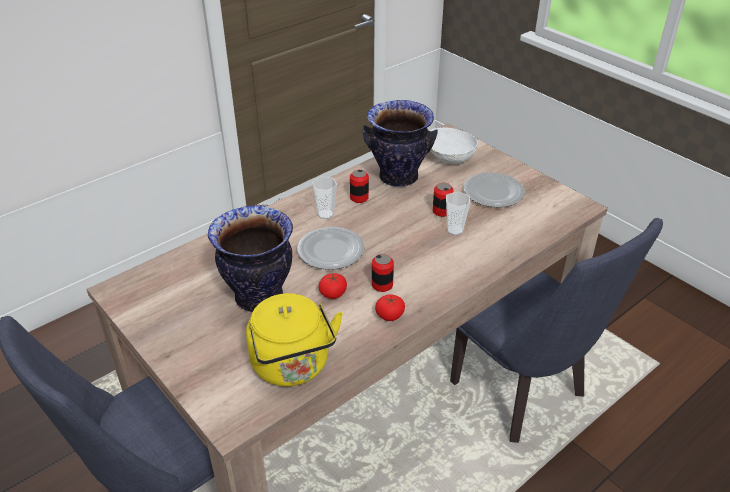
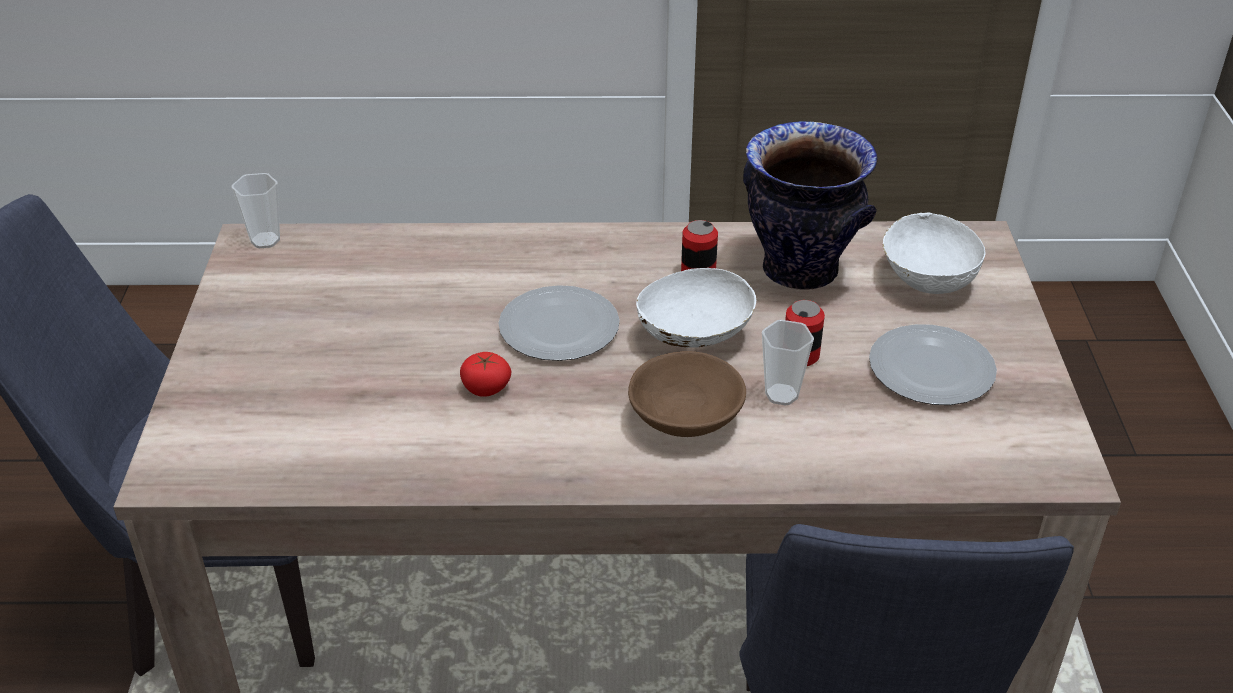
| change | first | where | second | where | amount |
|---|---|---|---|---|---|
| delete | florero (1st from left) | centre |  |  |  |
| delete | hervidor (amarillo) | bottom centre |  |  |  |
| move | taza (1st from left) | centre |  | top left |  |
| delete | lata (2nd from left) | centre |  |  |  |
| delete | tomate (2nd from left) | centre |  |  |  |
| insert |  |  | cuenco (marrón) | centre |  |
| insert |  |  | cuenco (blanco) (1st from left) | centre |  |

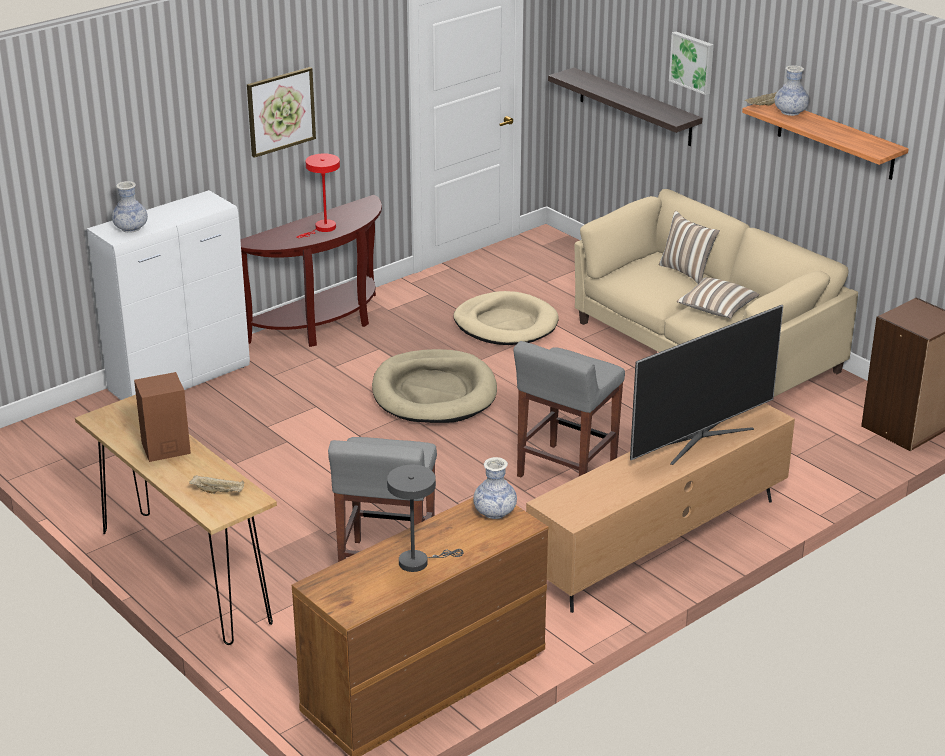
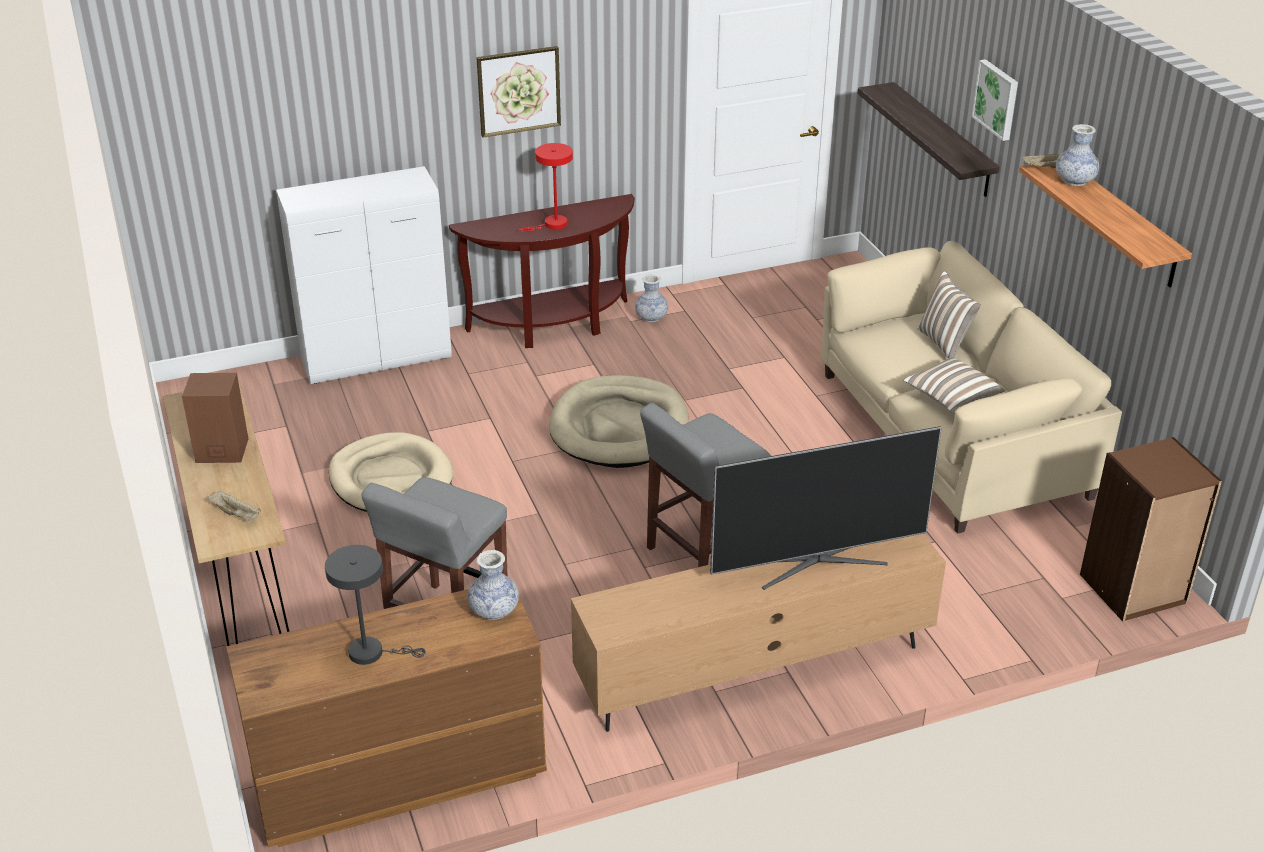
| change | first | where | second | where | amount |
|---|---|---|---|---|---|
| move | florero (1st from left in the first image) | top left | florero (2nd from left) | centre |  |
| move | cama para perro (beis) (2nd from left in the first image) | centre | cama para perro (beis) (1st from left) | middle left |  |

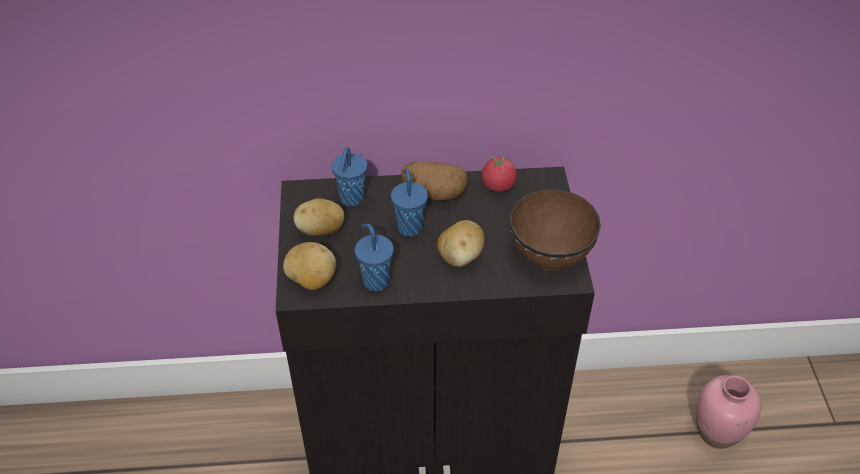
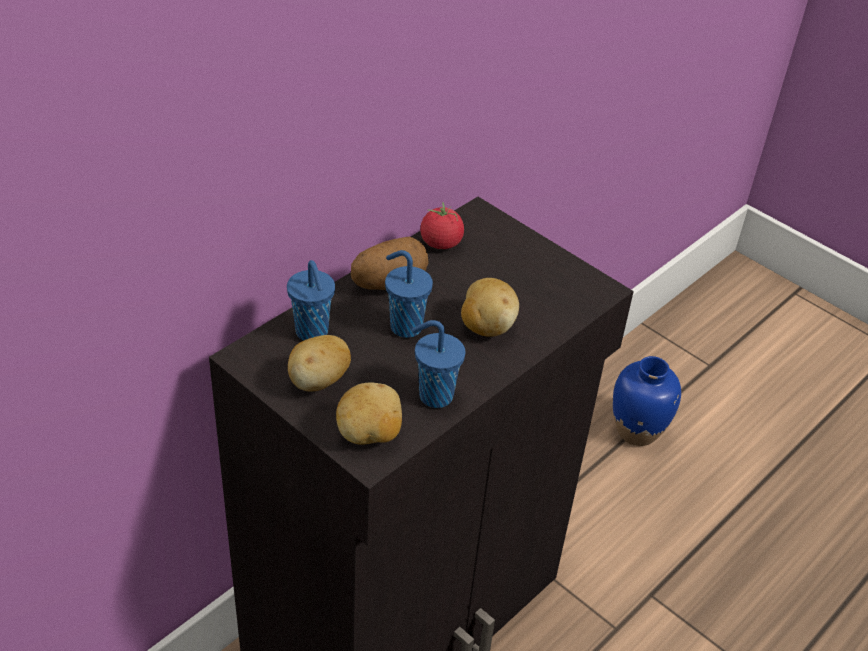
| change | first | where | second | where | amount |
|---|---|---|---|---|---|
| delete | cuenco (marrón) | centre |  |  |  |
| recolor | florero (rosa) | bottom right | florero (azul) | middle right |  |

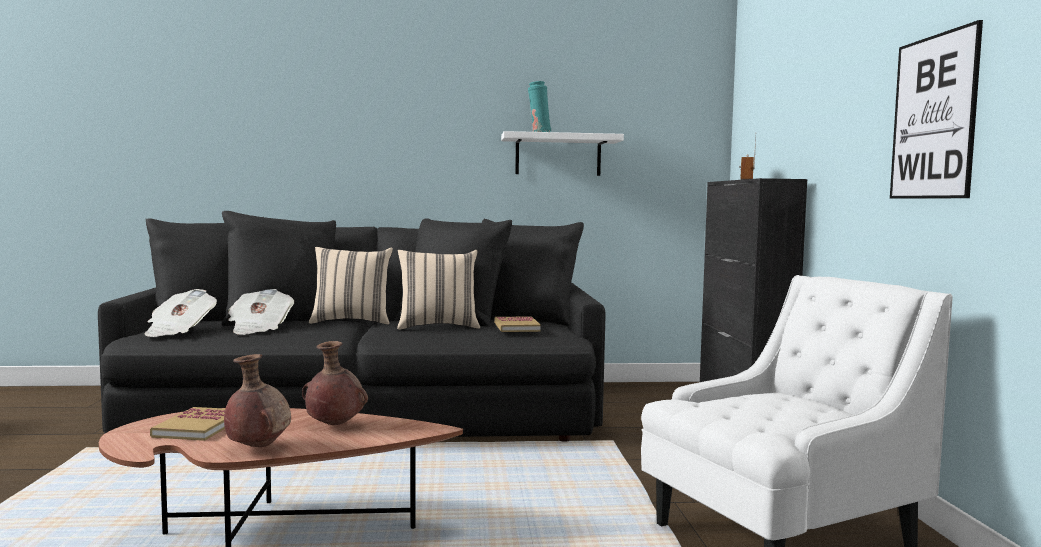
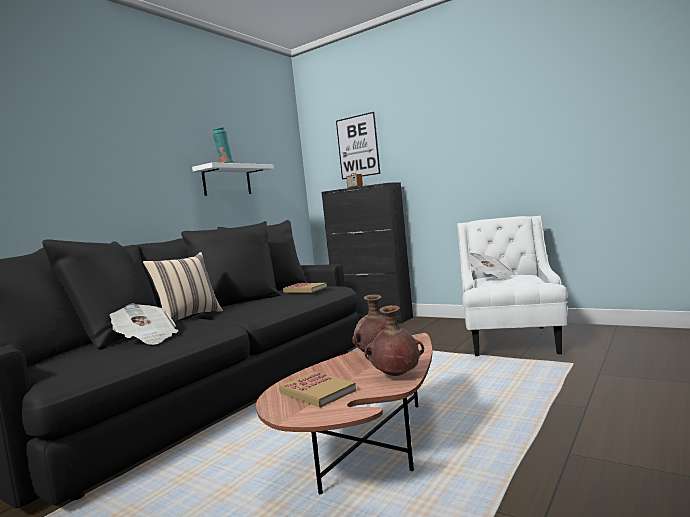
| change | first | where | second | where | amount |
|---|---|---|---|---|---|
| move | periódico (1st from left in the first image) | middle left | periódico (2nd from left) | middle right |  |
| delete | cojín (beis) (2nd from left) | centre |  |  |  |
| move | cuadro | top right |  | top centre |  |

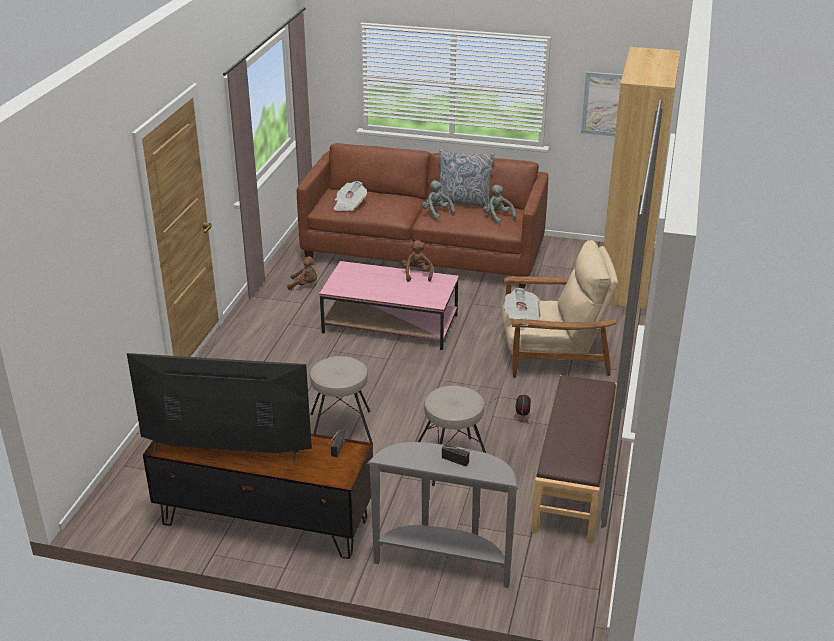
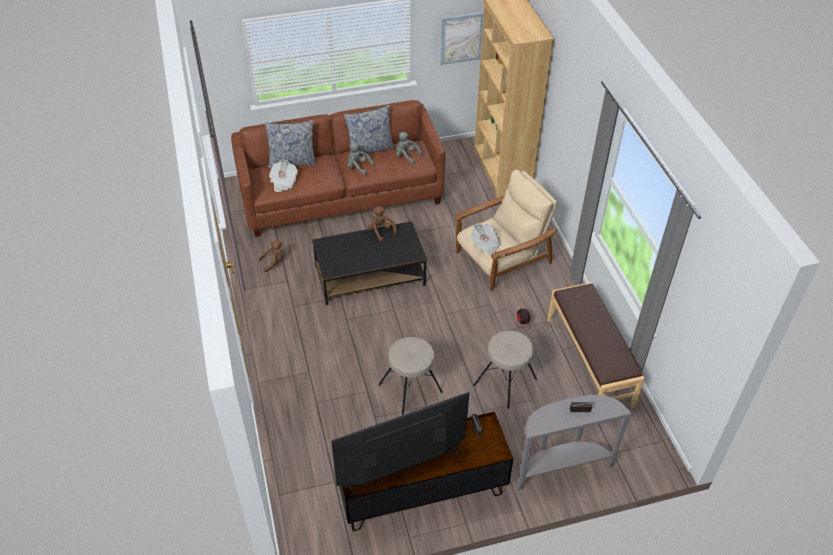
| change | first | where | second | where | amount |
|---|---|---|---|---|---|
| recolor | mesa de centro (rosa) | centre | mesa de centro (negro) | centre |  |
| insert |  |  | cojín (1st from left) | top centre |  |

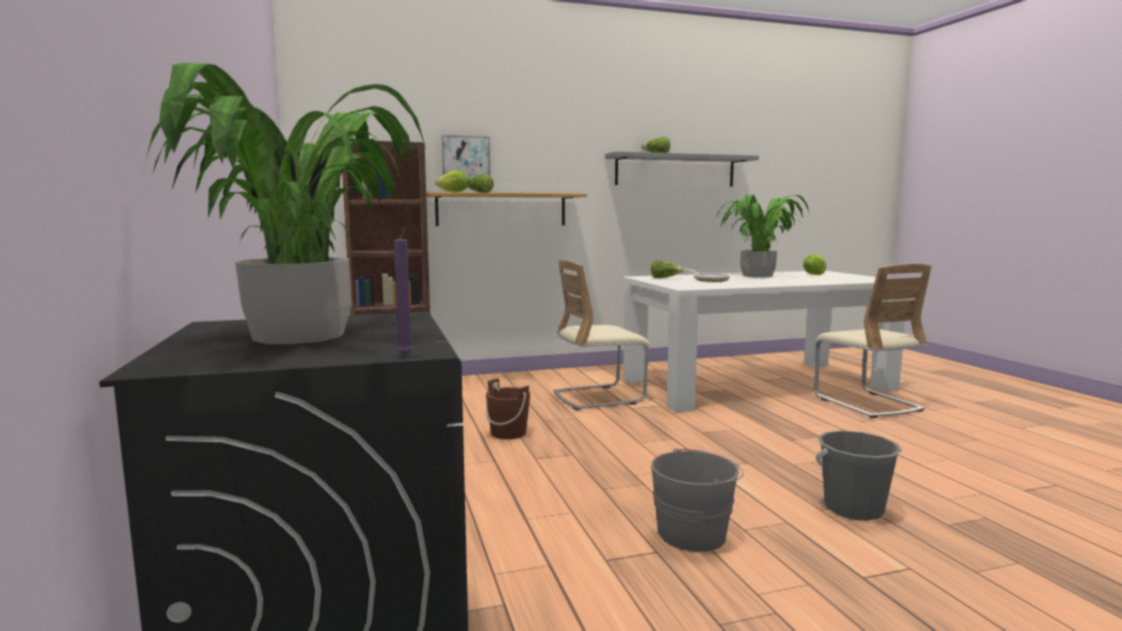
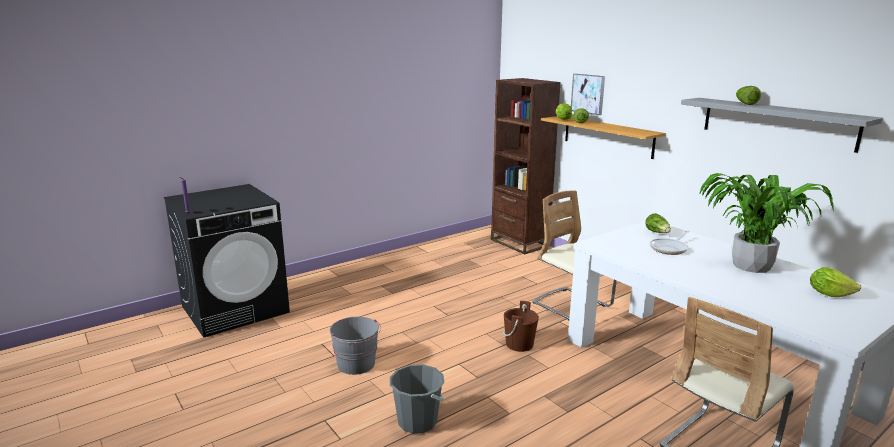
| change | first | where | second | where | amount |
|---|---|---|---|---|---|
| delete | planta en maceta (1st from left) | top left |  |  |  |
| move | cubo (marrón) | centre |  | bottom centre |  |

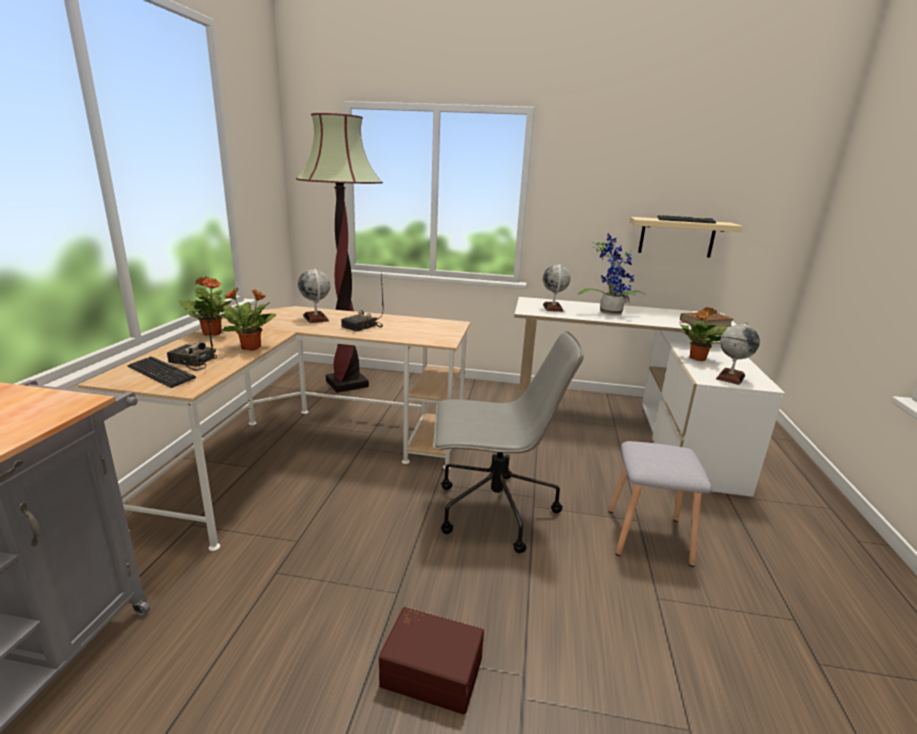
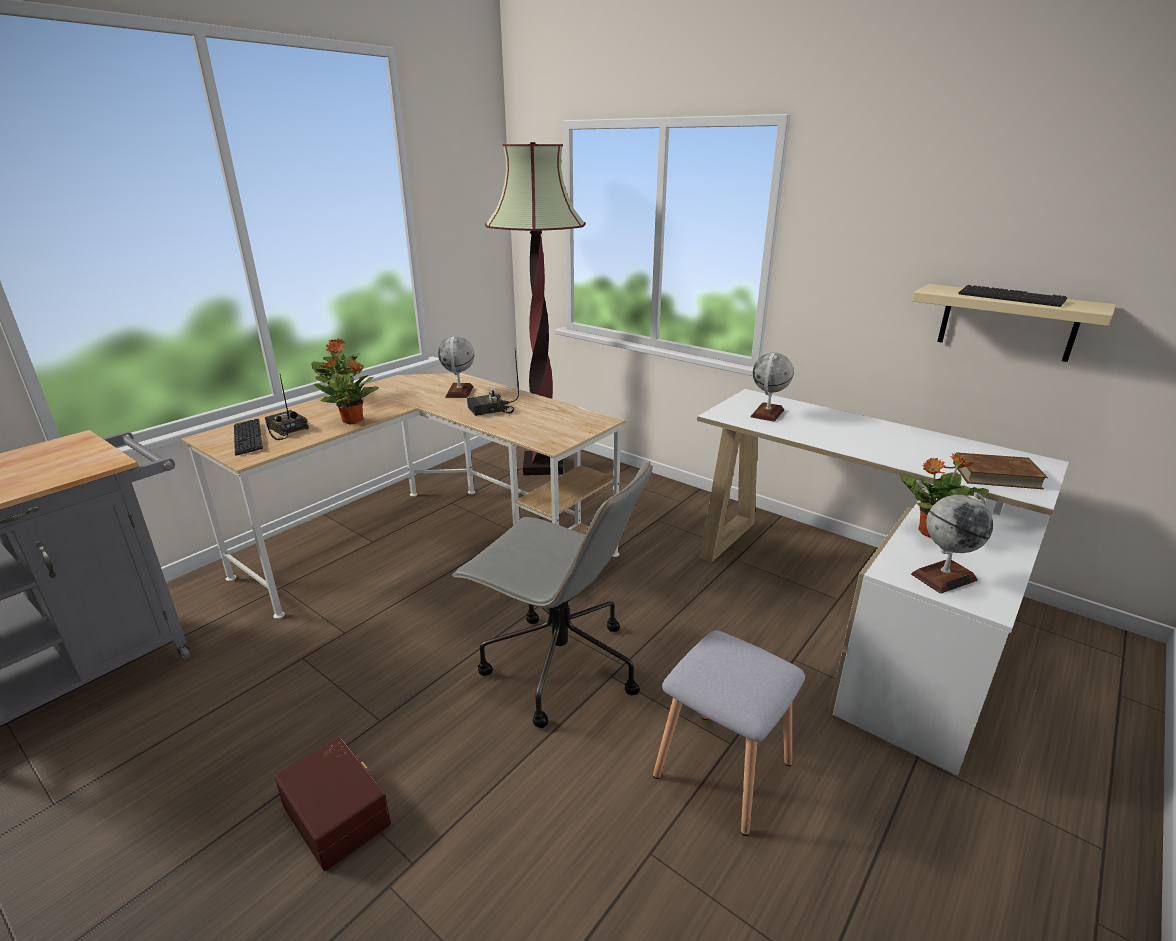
| change | first | where | second | where | amount |
|---|---|---|---|---|---|
| delete | planta en maceta (3rd from left) | middle right |  |  |  |

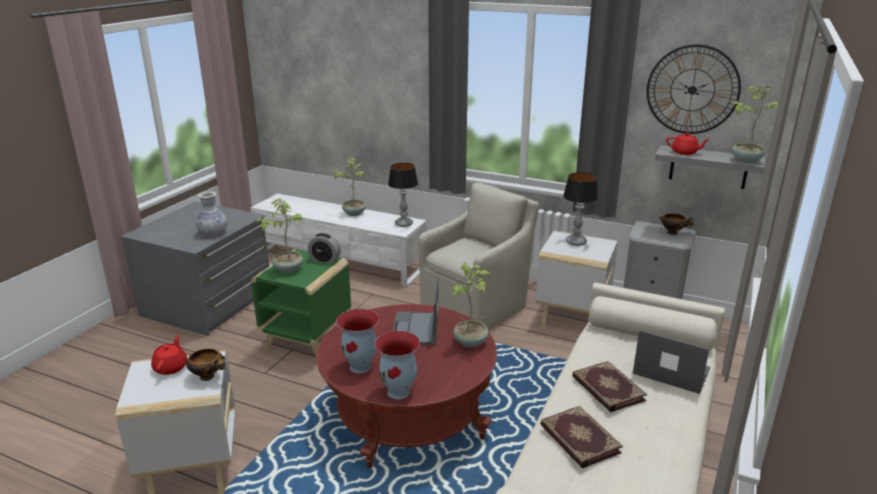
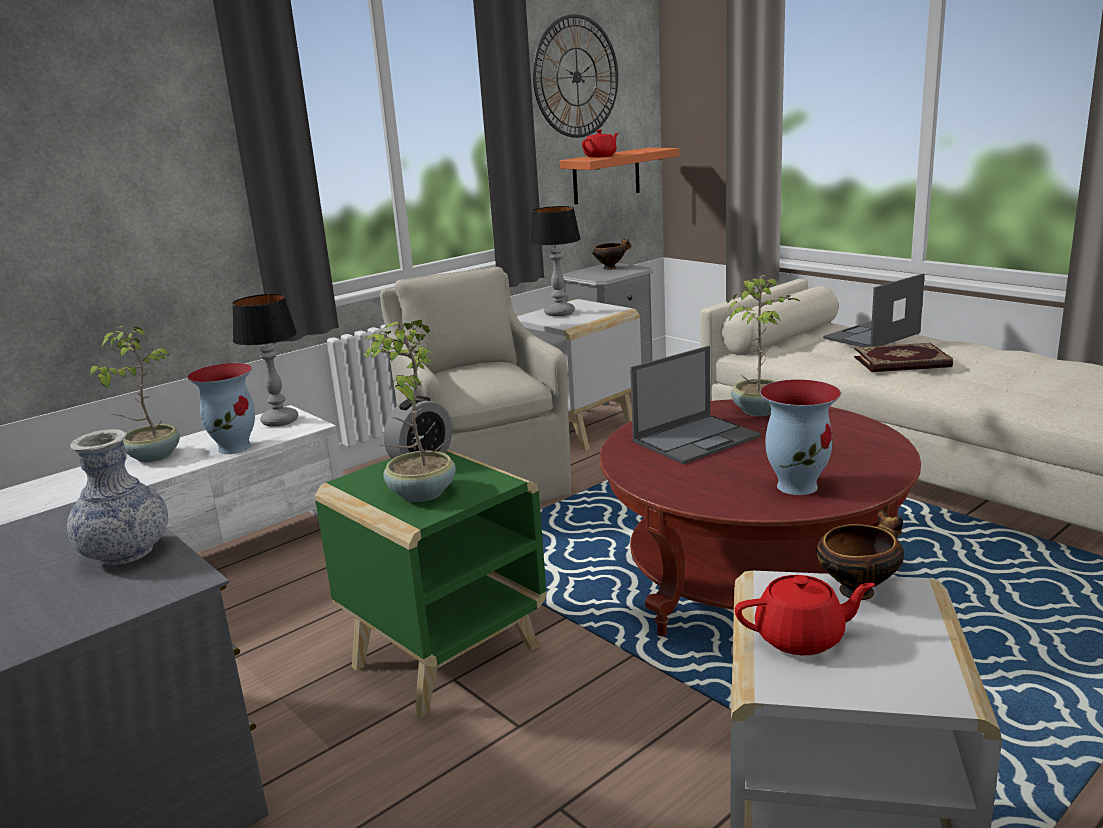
| change | first | where | second | where | amount |
|---|---|---|---|---|---|
| rotate | tetera (rojo) (1st from left in the first image) | bottom left | tetera (rojo) (2nd from left) | bottom right | 150 degrees clockwise |
| move | florero (3rd from left in the first image) | bottom centre | florero (2nd from left) | middle left |  |
| rotate | portátil (1st from left) | centre |  | centre | 60 degrees counterclockwise |
| delete | libro (1st from left) | bottom centre |  |  |  |
| recolor | estante (gris) | middle right | estante (naranja) | top centre |  |
| delete | planta en maceta (4th from left) | top right |  |  |  |

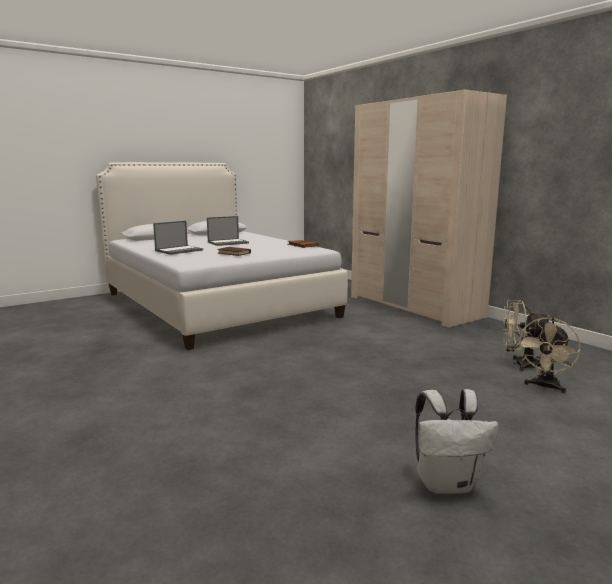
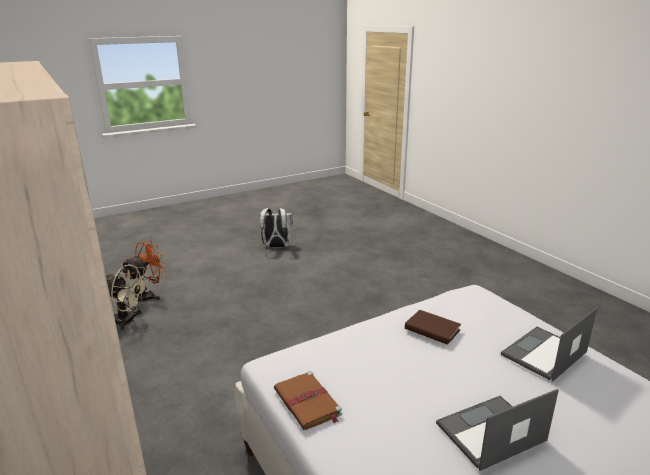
| change | first | where | second | where | amount |
|---|---|---|---|---|---|
| recolor | ventilador (beis) (2nd from left) | middle right | ventilador (naranja) | middle left |  |

